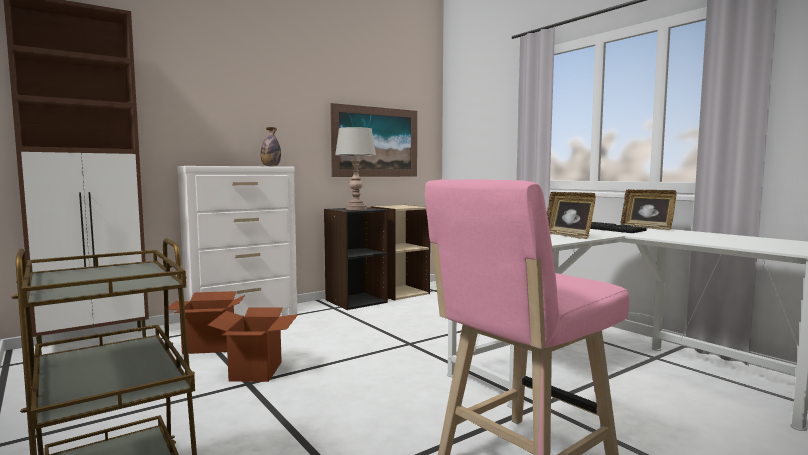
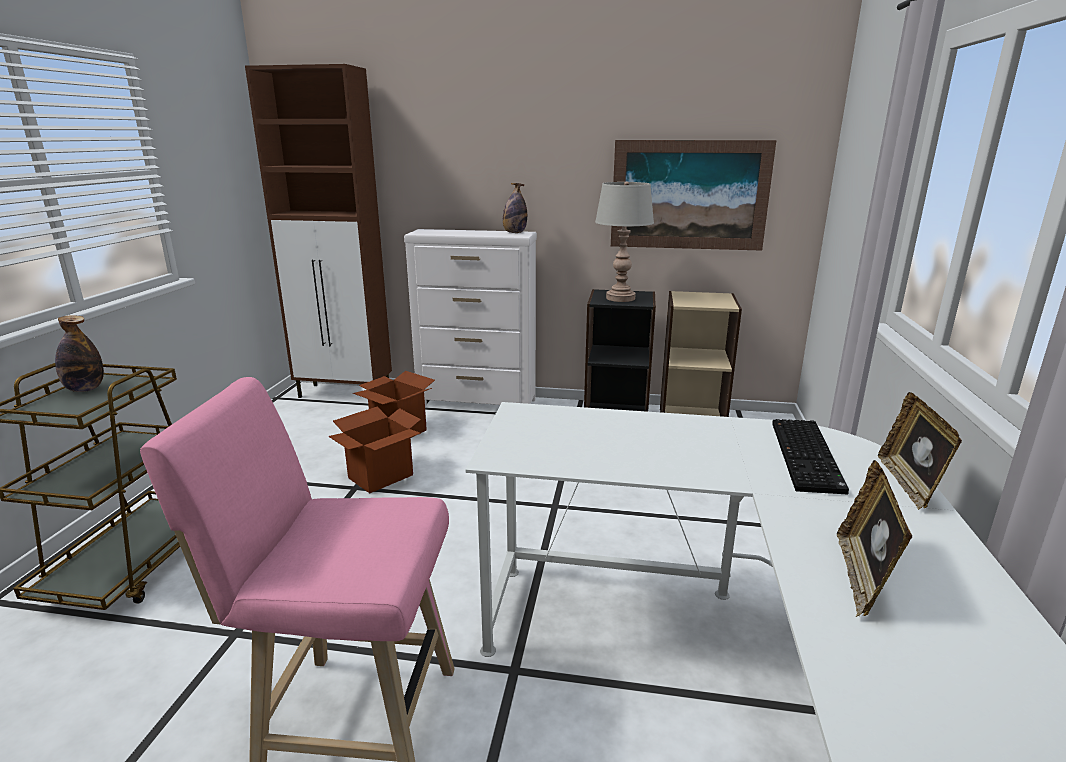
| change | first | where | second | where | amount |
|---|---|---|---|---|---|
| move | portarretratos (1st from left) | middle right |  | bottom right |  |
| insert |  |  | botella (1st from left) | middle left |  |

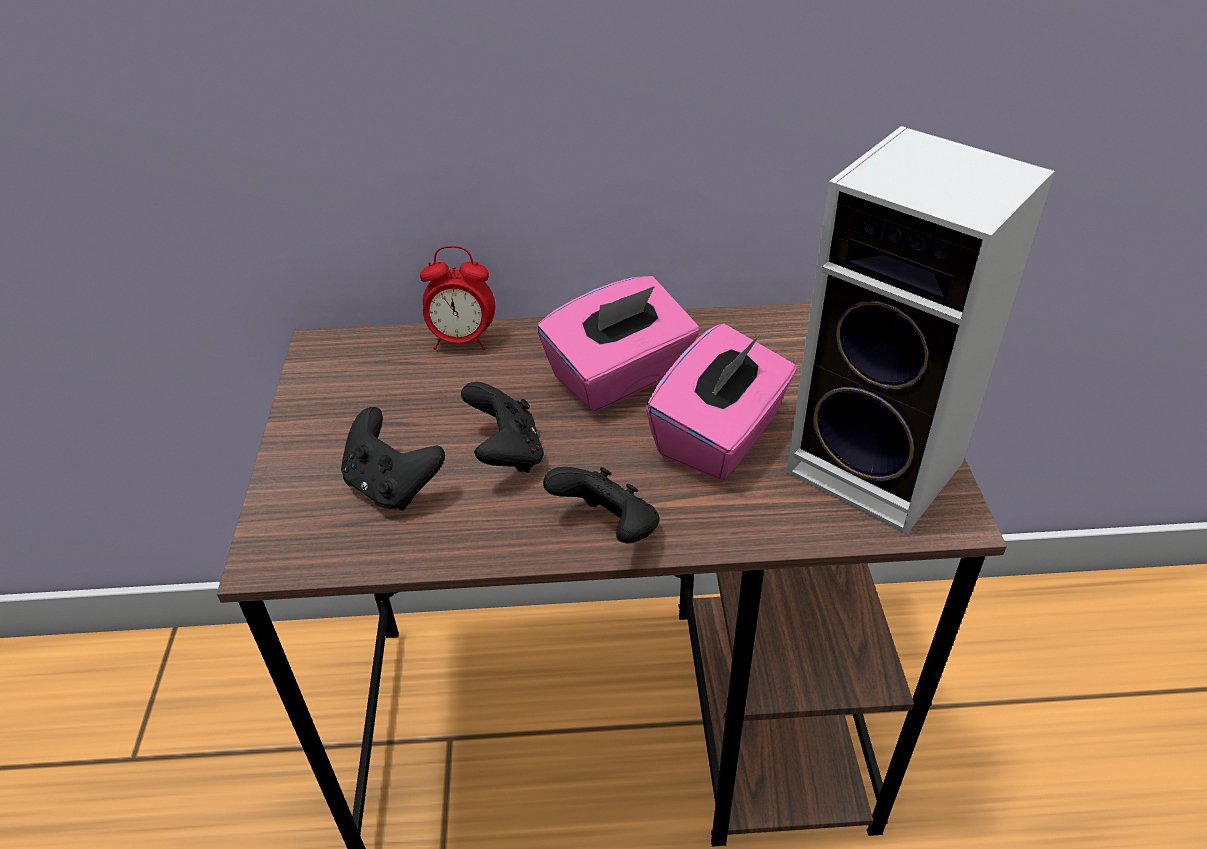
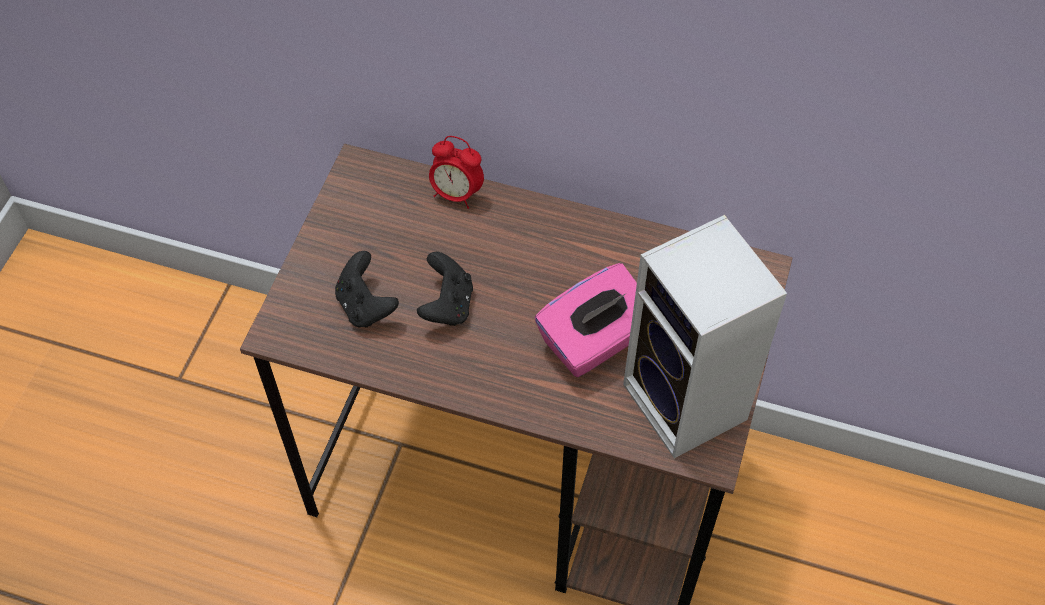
| change | first | where | second | where | amount |
|---|---|---|---|---|---|
| delete | caja de pañuelos (rosa) (1st from left) | centre |  |  |  |
| delete | mando de consola (negro) (3rd from left) | centre |  |  |  |

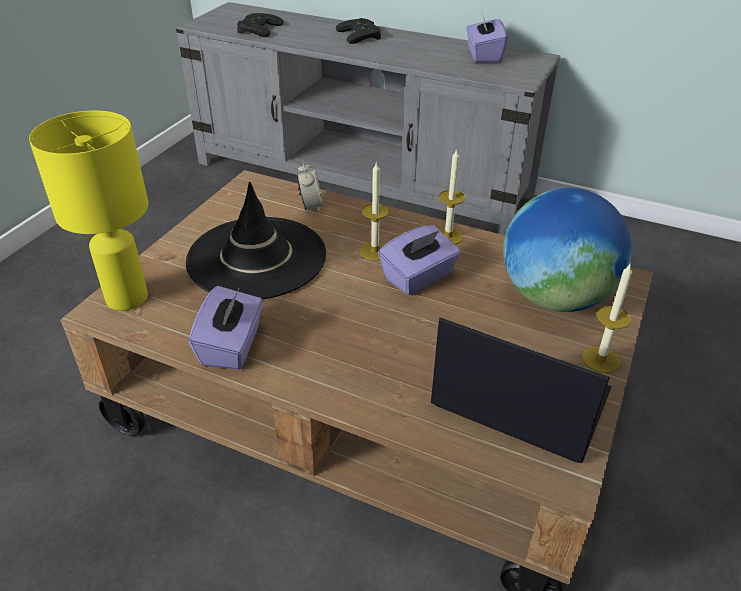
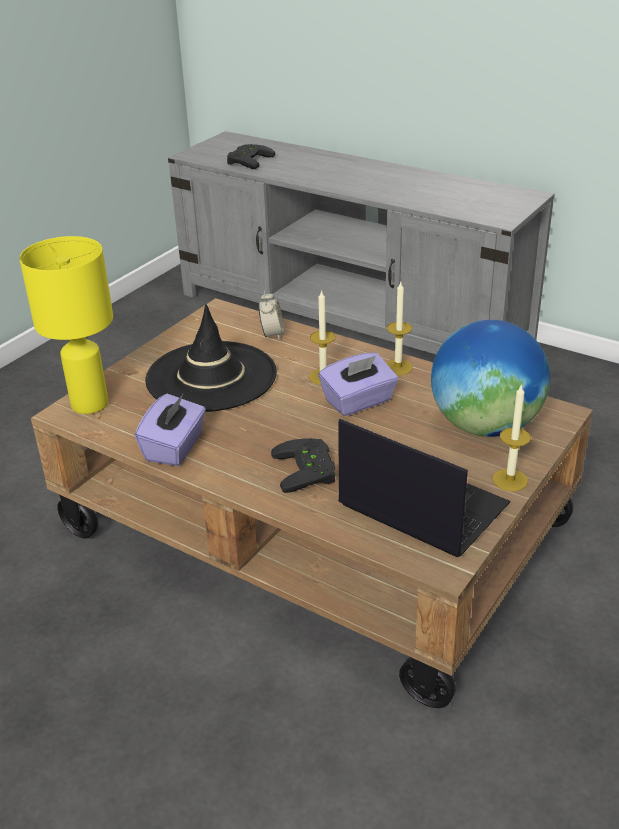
| change | first | where | second | where | amount |
|---|---|---|---|---|---|
| move | mando de consola (negro) (2nd from left) | top centre |  | centre |  |
| delete | caja de pañuelos (morado) (3rd from left) | top centre |  |  |  |

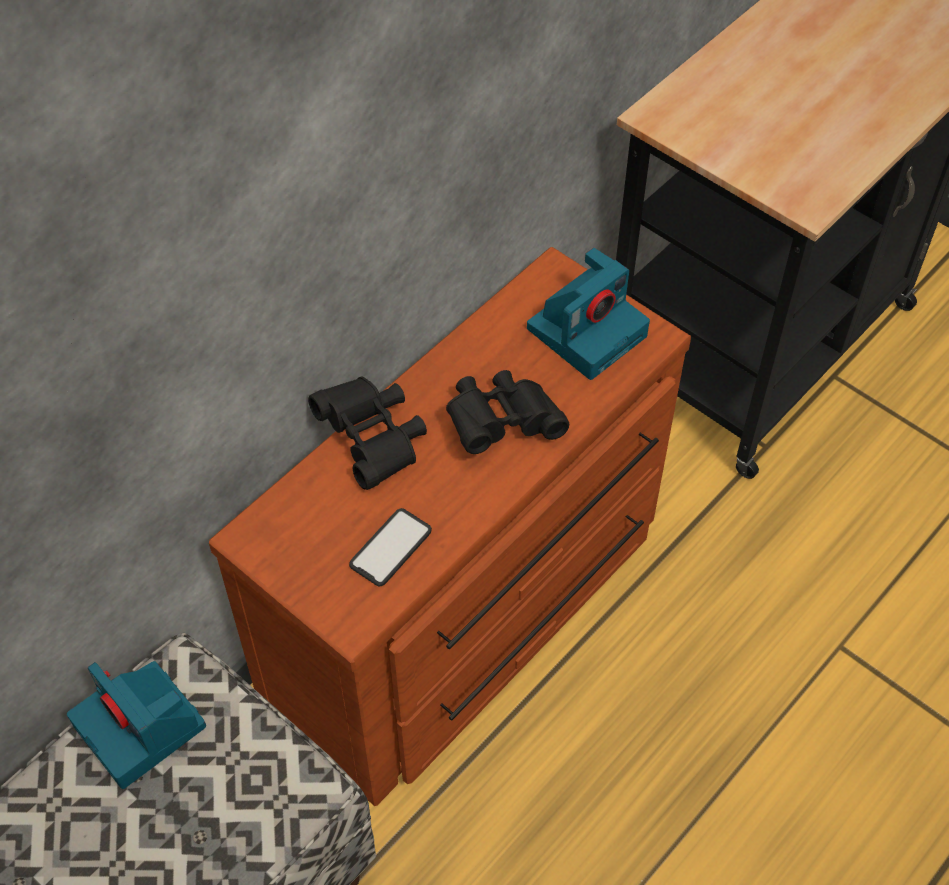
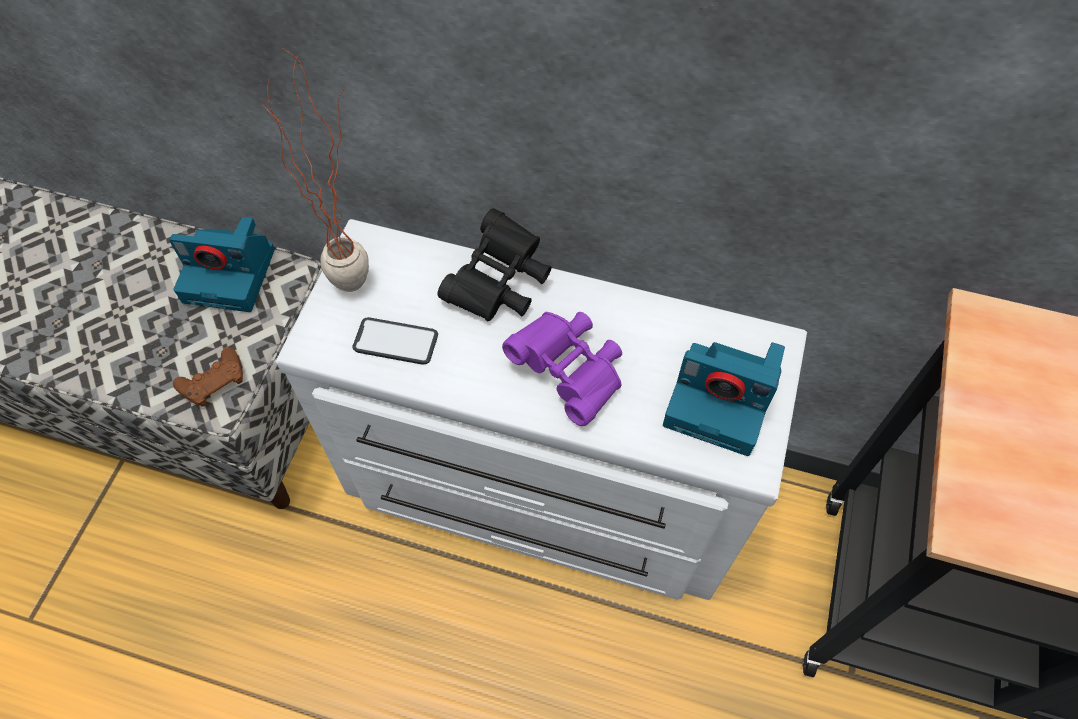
| change | first | where | second | where | amount |
|---|---|---|---|---|---|
| rotate | cámara (1st from left) | bottom left |  | middle left | 105 degrees counterclockwise |
| recolor | cómoda (marrón) | centre | cómoda (blanco) | centre |  |
| recolor | prismáticos (negro) (2nd from left) | centre | prismáticos (morado) | centre |  |
| insert |  |  | mando de consola (marrón) | middle left |  |
| insert |  |  | planta en maceta | top left |  |

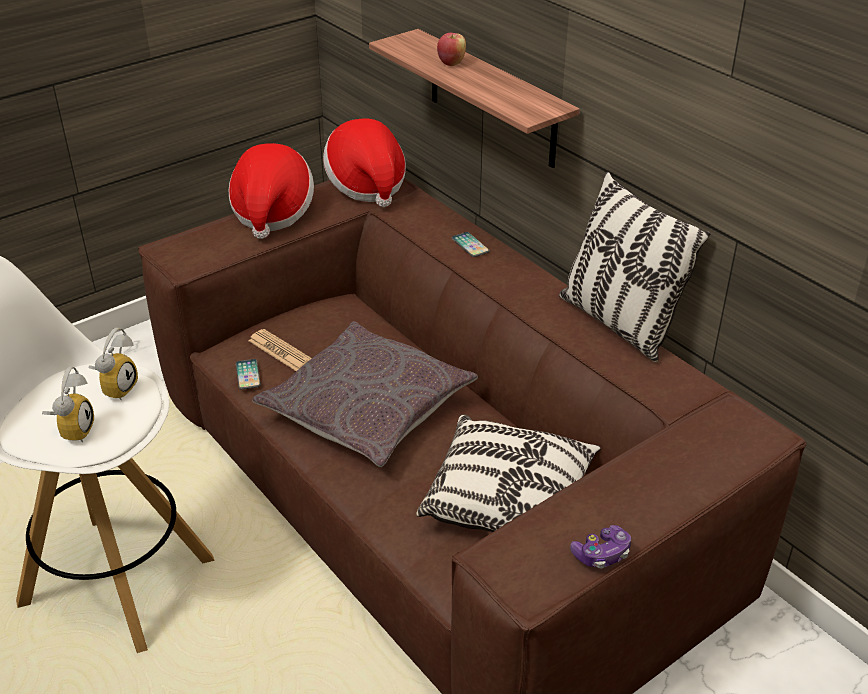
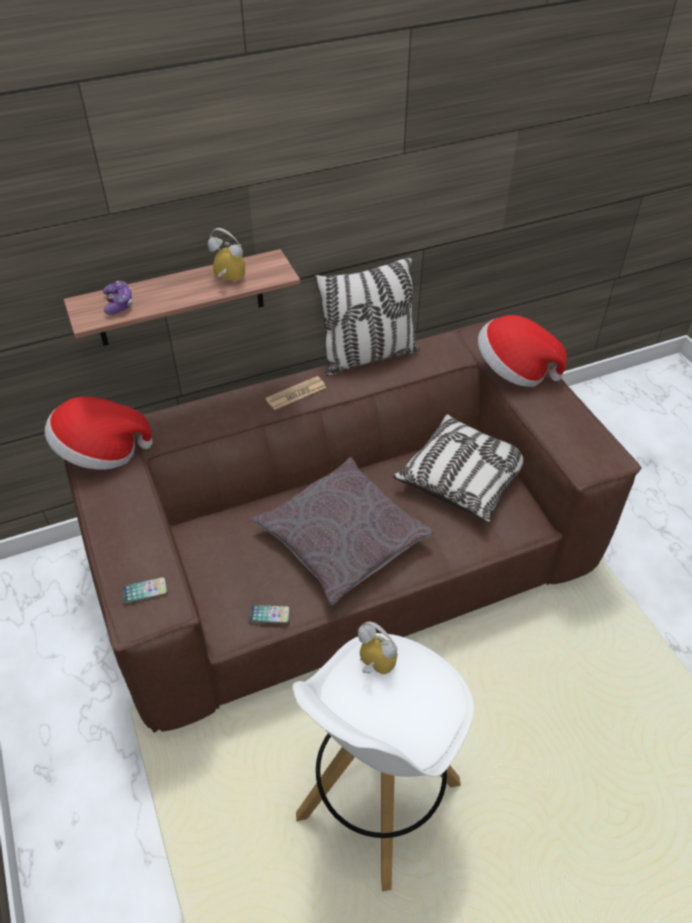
| change | first | where | second | where | amount |
|---|---|---|---|---|---|
| move | despertador (1st from left) | middle left |  | top left |  |
| move | sombrero (1st from left in the first image) | top left | sombrero (2nd from left) | middle right |  |
| move | periódico | middle left |  | centre |  |
| delete | manzana | top centre |  |  |  |
| move | móvil (2nd from left in the first image) | centre | móvil (1st from left) | middle left |  |
| move | mando de consola | bottom right |  | top left |  |

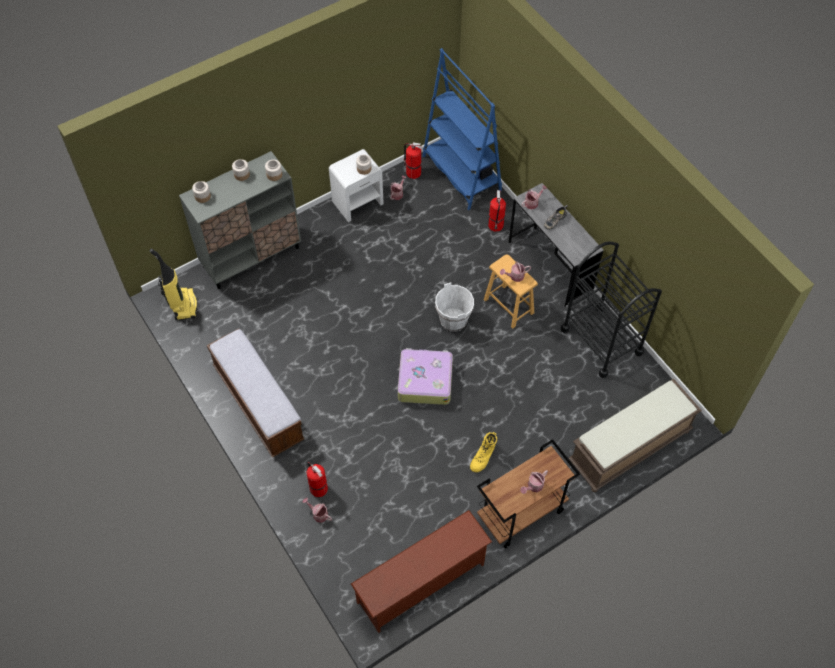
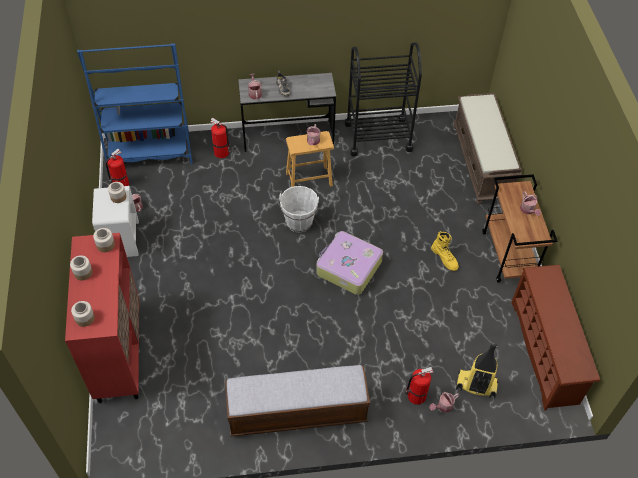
| change | first | where | second | where | amount |
|---|---|---|---|---|---|
| move | aspiradora | middle left |  | bottom right |  |
| recolor | armario (gris) | top left | armario (rojo) | middle left |  |

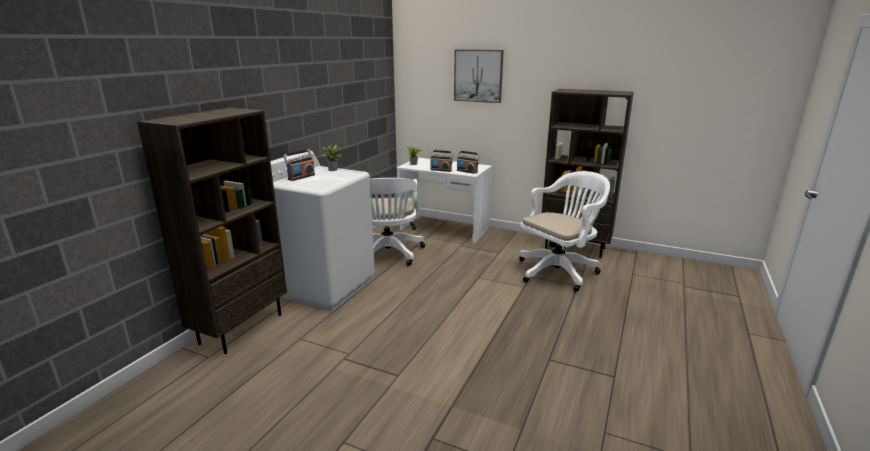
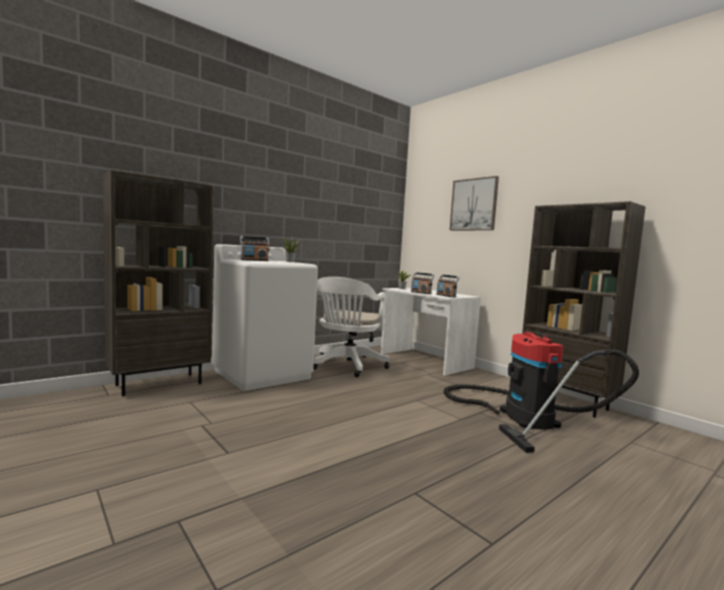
| change | first | where | second | where | amount |
|---|---|---|---|---|---|
| replace | silla de oficina (blanco) (2nd from left) | centre | aspiradora | middle right |  |

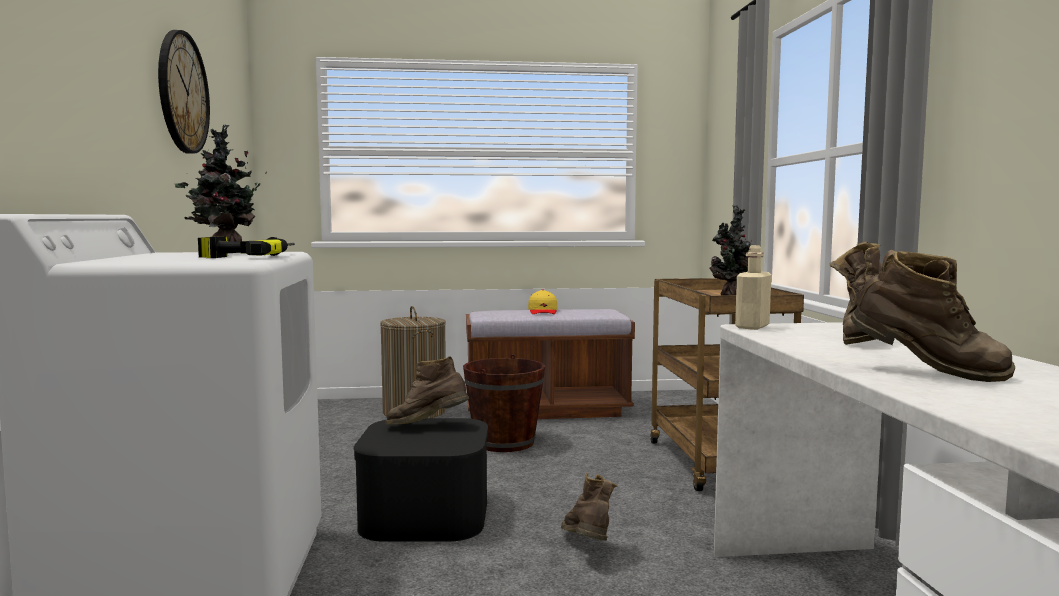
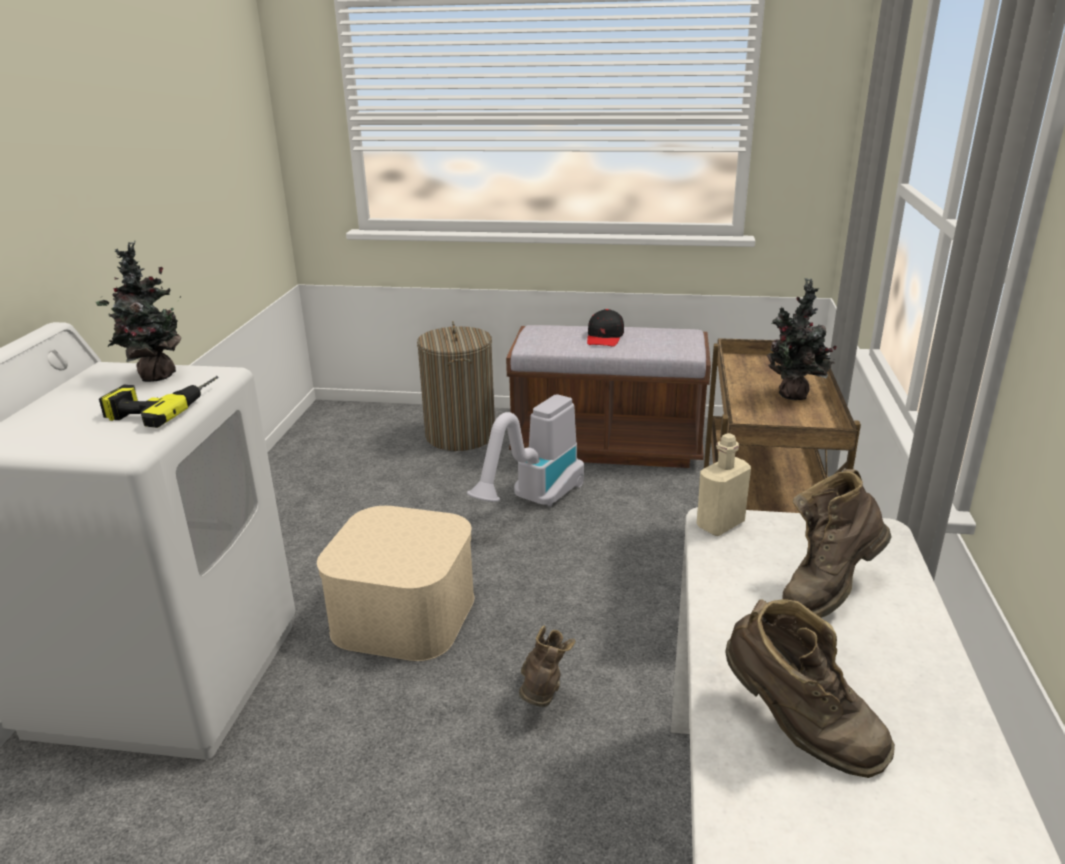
| change | first | where | second | where | amount |
|---|---|---|---|---|---|
| delete | reloj de pared | top left |  |  |  |
| recolor | caja de almacenaje (negro) | bottom centre | caja de almacenaje (beis) | bottom centre |  |
| delete | bota (marrón) (1st from left) | centre |  |  |  |
| replace | cubo (marrón) | bottom centre | aspiradora | centre |  |
| recolor | gorra (amarillo) | centre | gorra (negro) | centre |  |

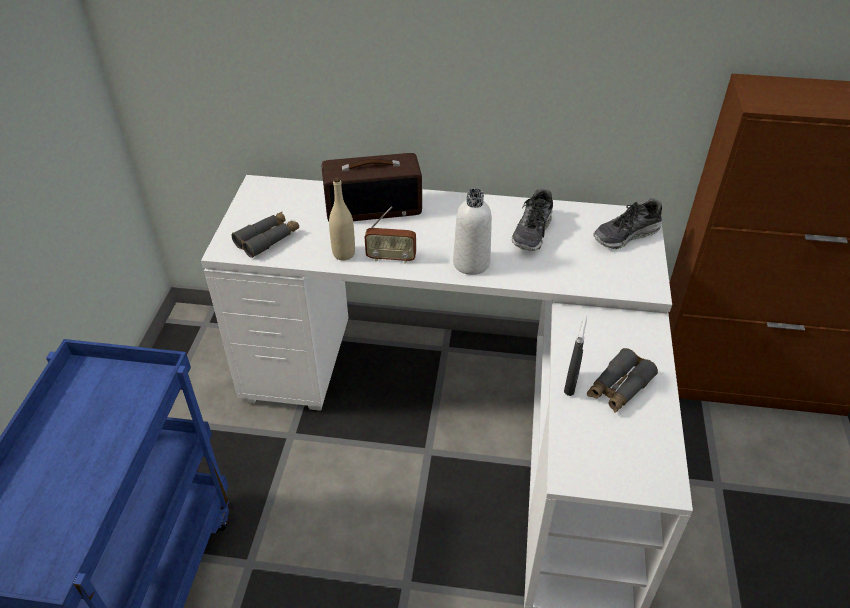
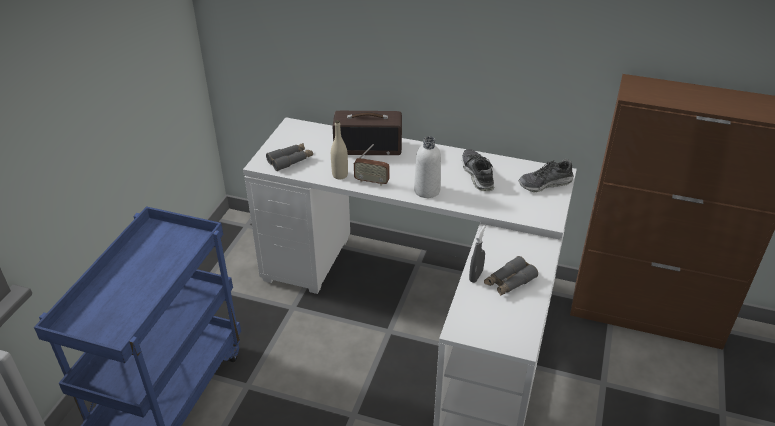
| change | first | where | second | where | amount |
|---|---|---|---|---|---|
| rotate | zapato (1st from left) | centre |  | centre | 135 degrees clockwise |

